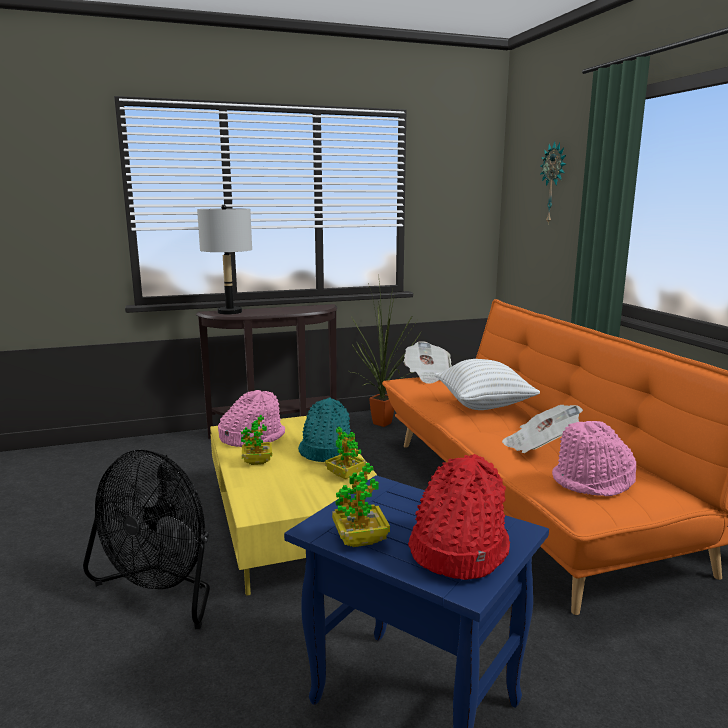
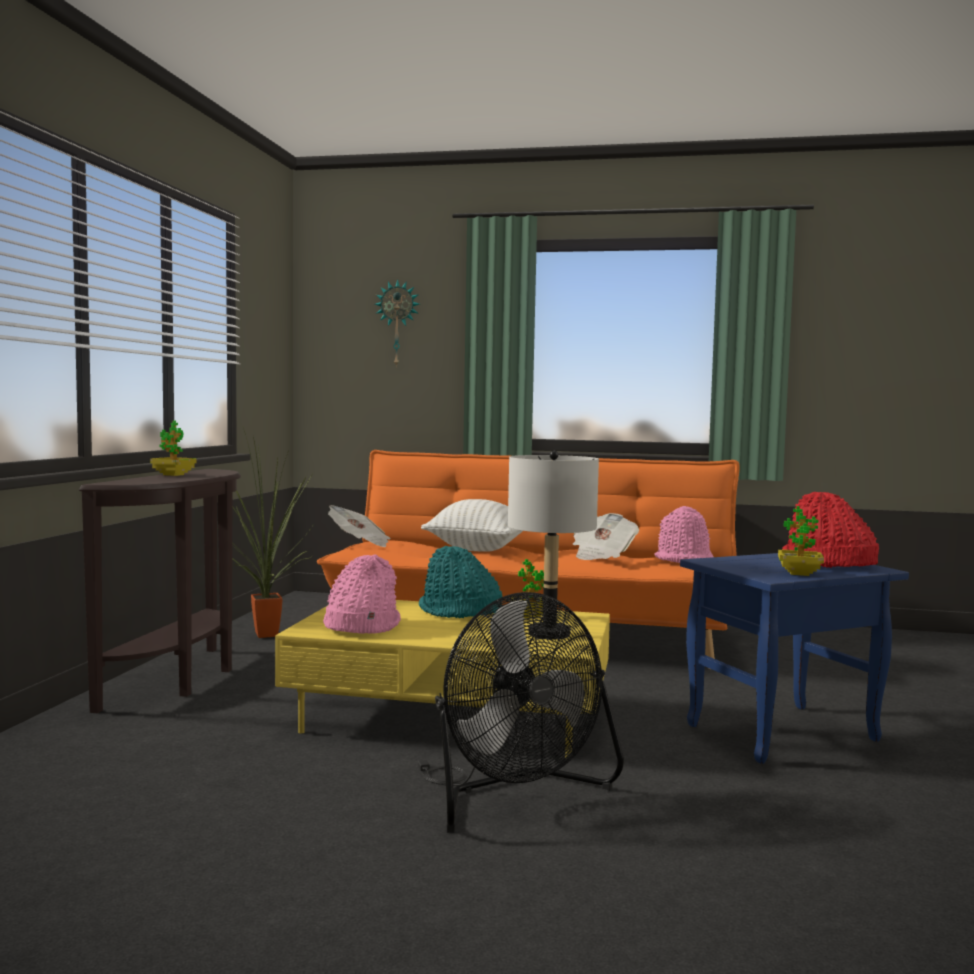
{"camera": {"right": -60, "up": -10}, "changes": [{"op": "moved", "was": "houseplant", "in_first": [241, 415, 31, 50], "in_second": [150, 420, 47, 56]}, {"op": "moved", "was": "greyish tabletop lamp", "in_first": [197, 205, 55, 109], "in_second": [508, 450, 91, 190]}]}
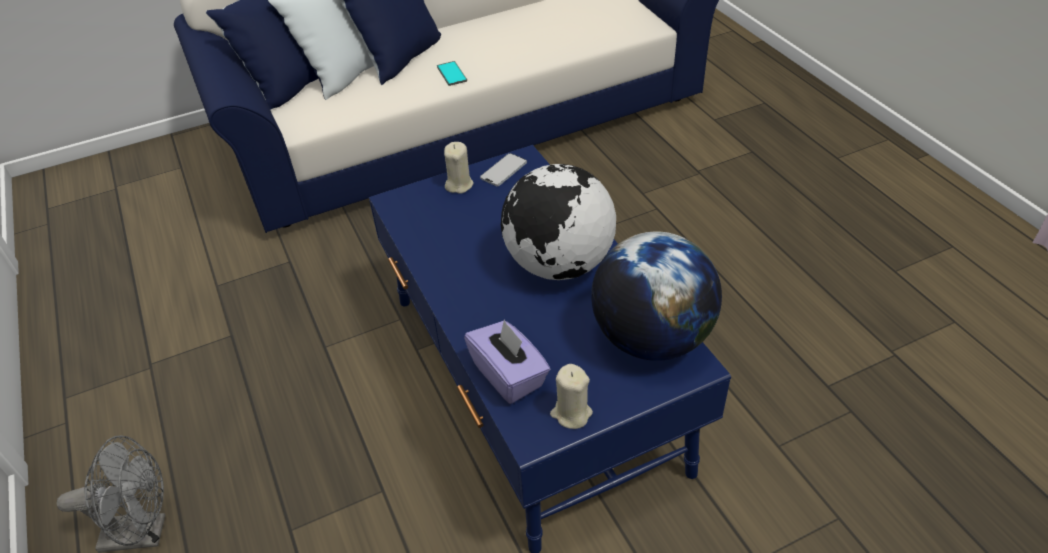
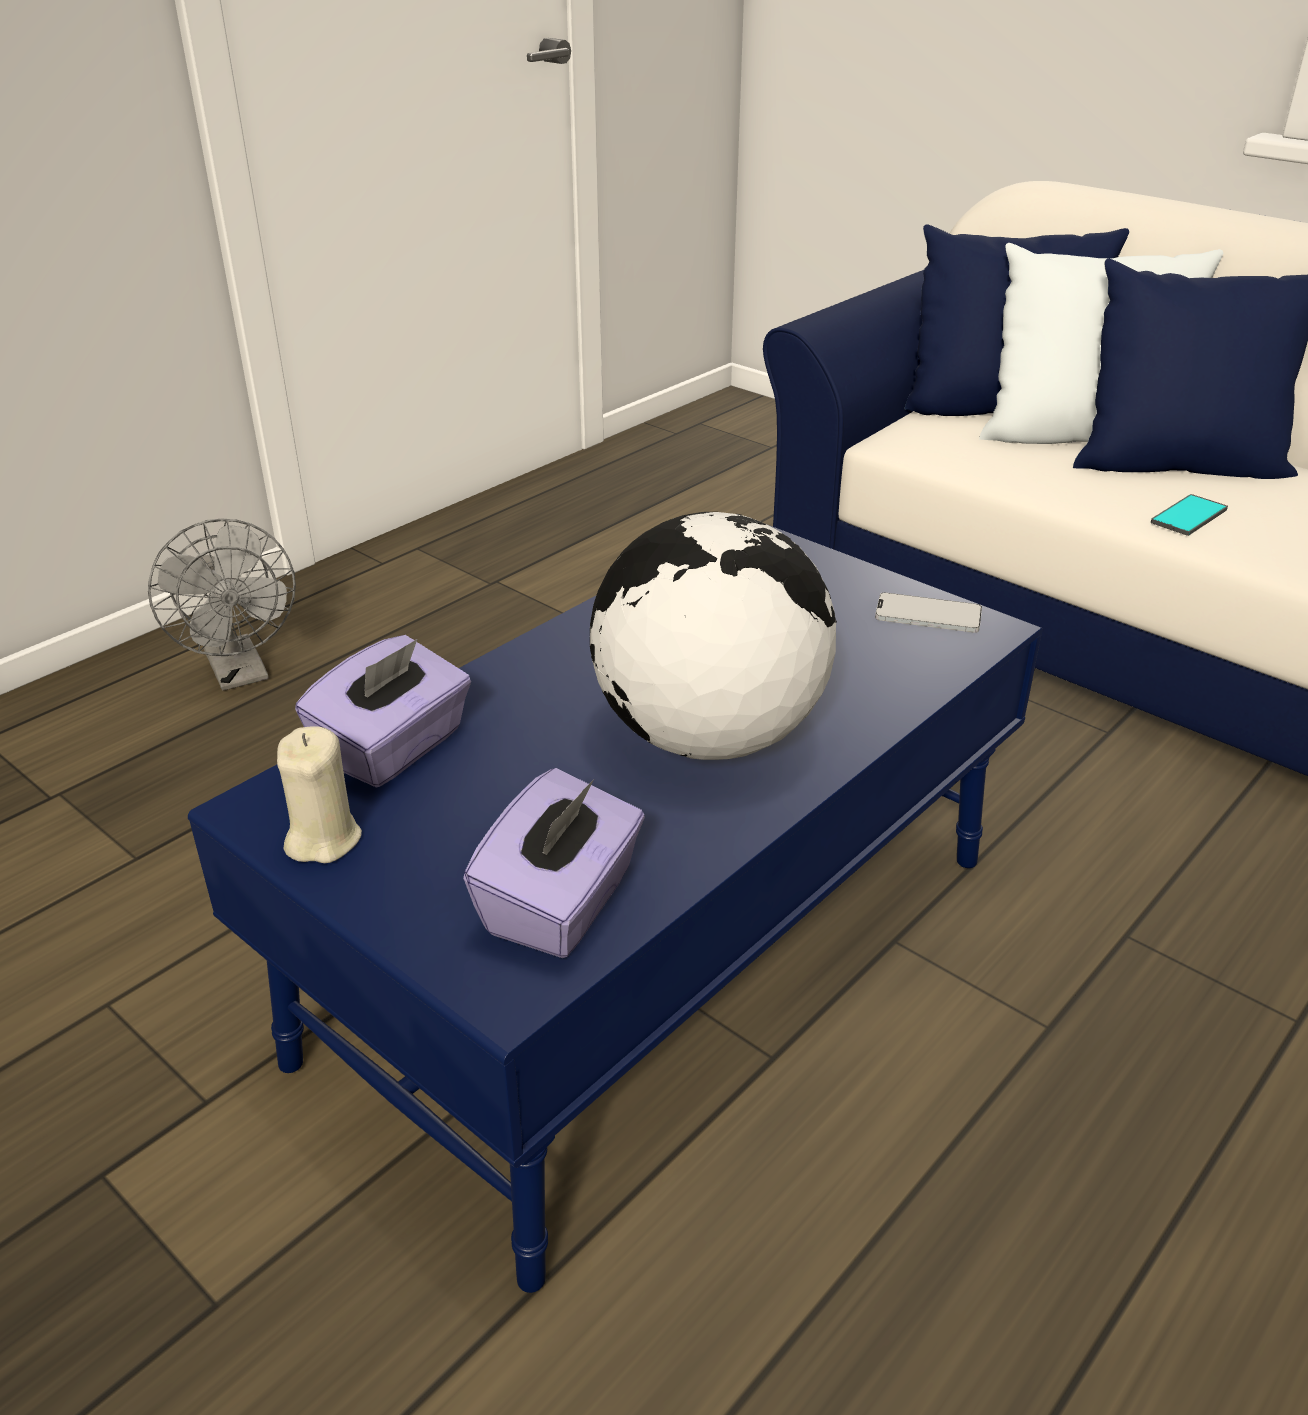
{"camera": {"right": 65, "up": -10}, "changes": [{"op": "replaced", "was": "desk globe", "now": "purple-coloured box of tissues", "in_first": [591, 232, 131, 129], "in_second": [463, 768, 182, 190]}, {"op": "removed", "was": "beige-coloured wax candle", "in_first": [444, 142, 30, 52]}]}
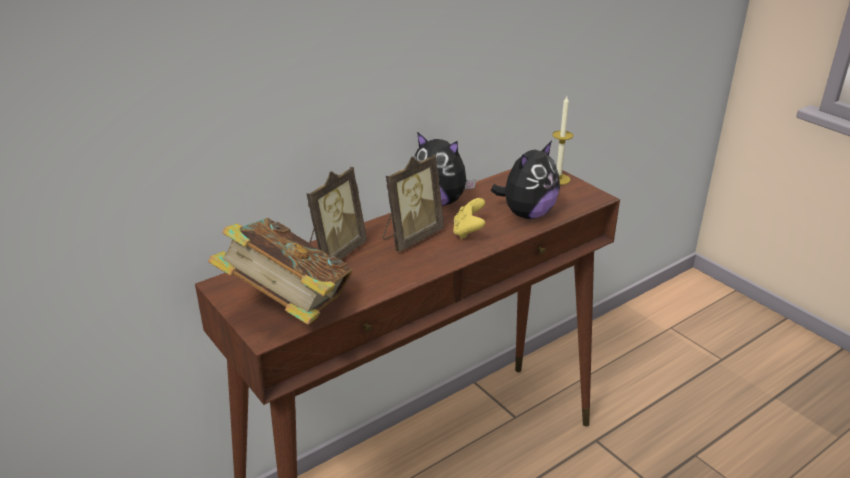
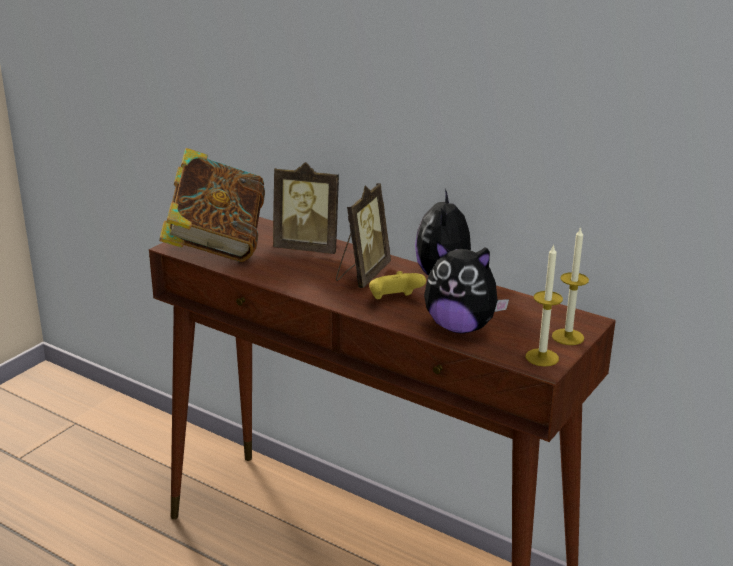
{"camera": {"right": 70, "up": -5}, "changes": [{"op": "turned", "was": "photo frame", "in_first": [383, 154, 61, 98], "in_second": [336, 183, 55, 105], "clockwise": -90}, {"op": "added", "now": "wax candle", "in_second": [526, 244, 37, 123]}]}
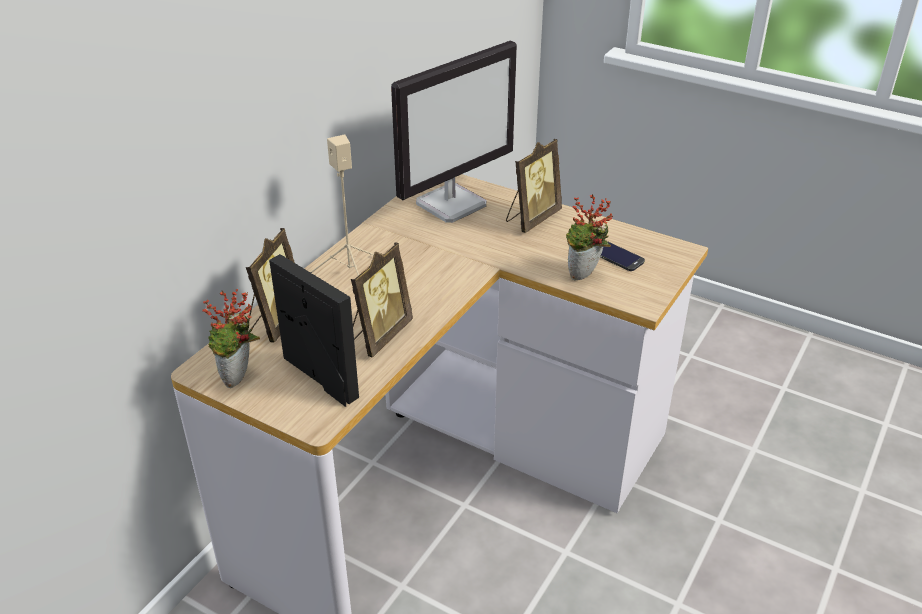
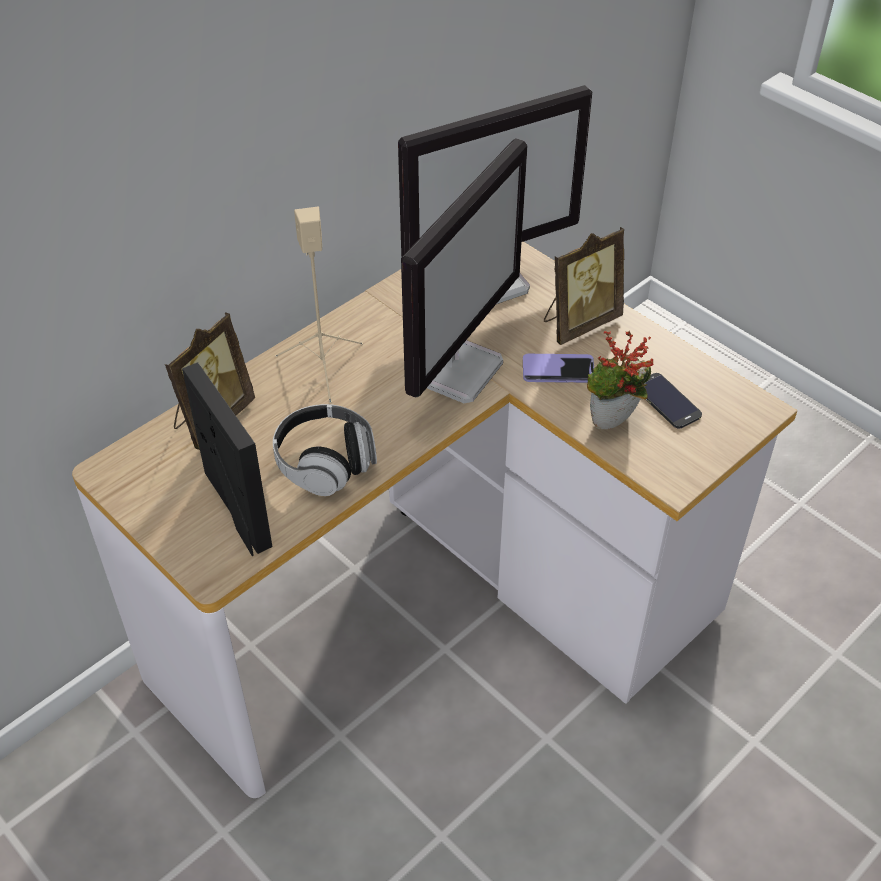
{"camera": {"right": 15, "up": 10}, "changes": [{"op": "replaced", "was": "photo frame", "now": "pair of headphones", "in_first": [351, 242, 62, 116], "in_second": [273, 404, 104, 92]}, {"op": "added", "now": "computer screen", "in_second": [401, 138, 127, 265]}, {"op": "added", "now": "phone", "in_second": [523, 354, 71, 29]}, {"op": "removed", "was": "houseplant", "in_first": [202, 289, 58, 99]}]}
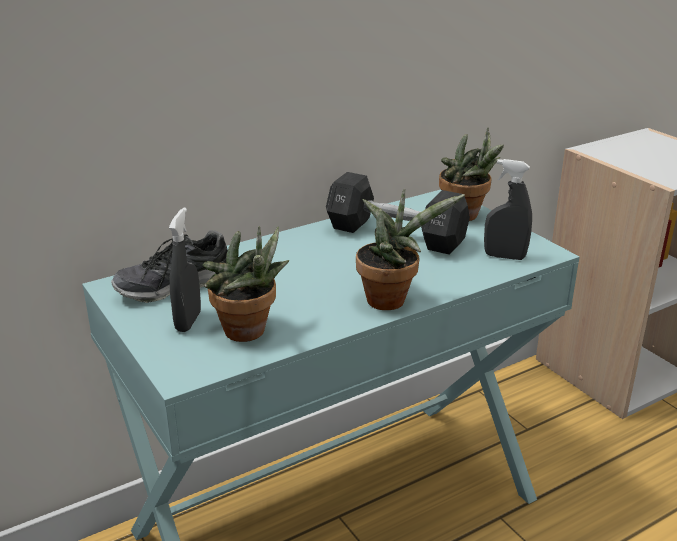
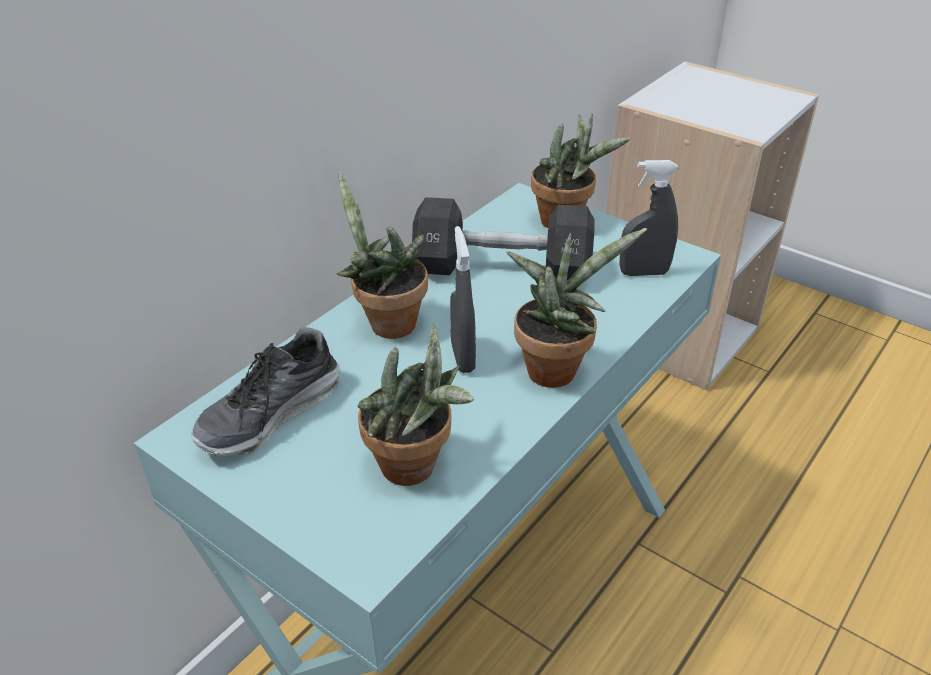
{"camera": {"right": -20, "up": 10}, "changes": [{"op": "added", "now": "houseplant", "in_second": [337, 171, 91, 168]}, {"op": "moved", "was": "greyish spray bottle", "in_first": [169, 207, 32, 125], "in_second": [450, 226, 26, 147]}]}
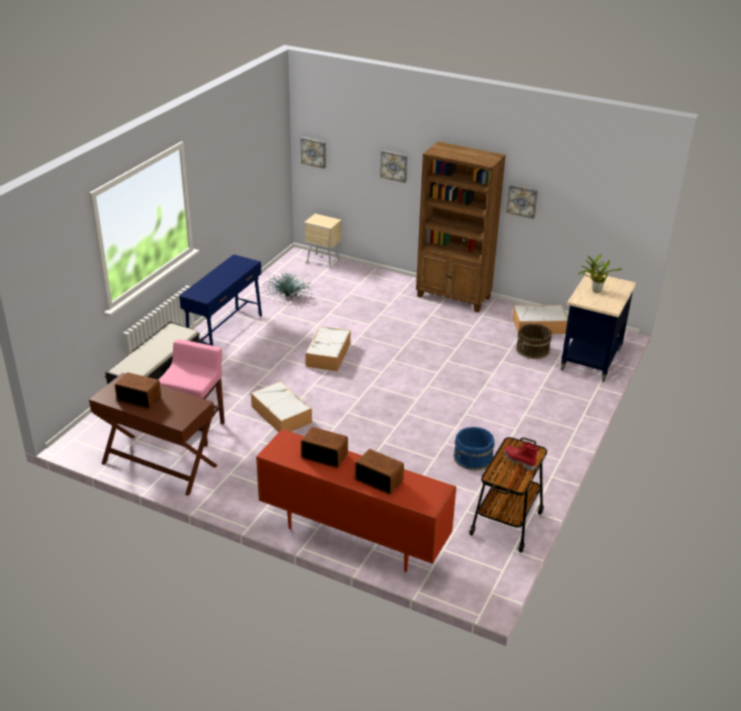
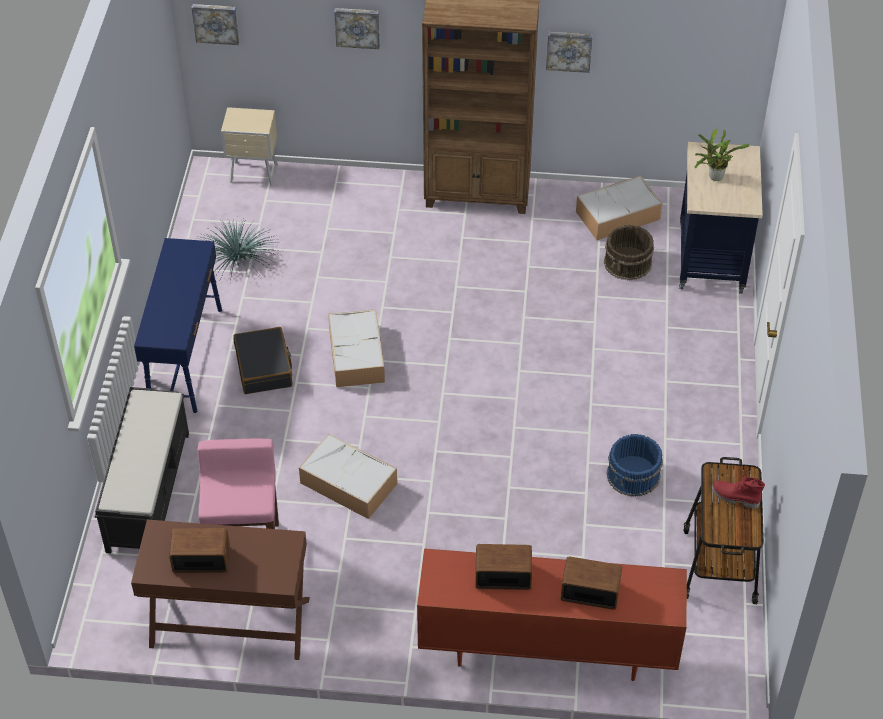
{"camera": {"right": -20, "up": 15}, "changes": [{"op": "added", "now": "blackish piece of luggage", "in_second": [233, 327, 59, 67]}]}
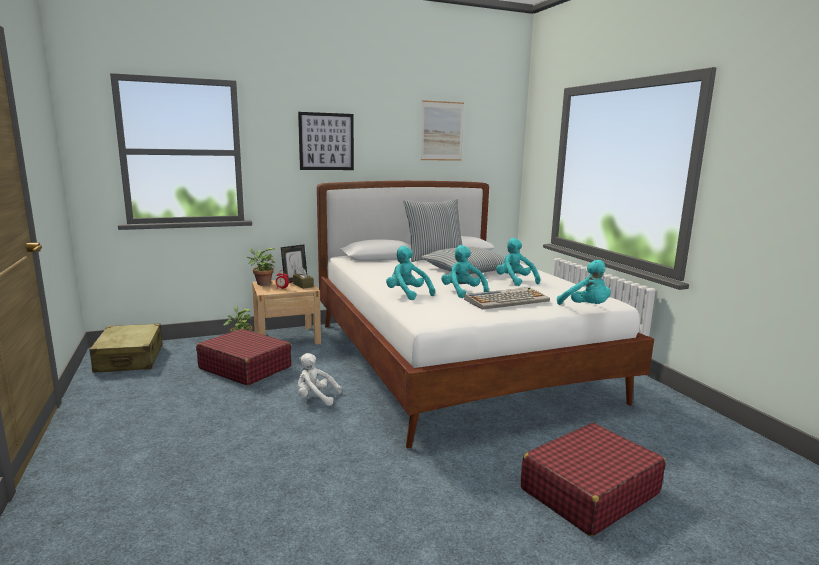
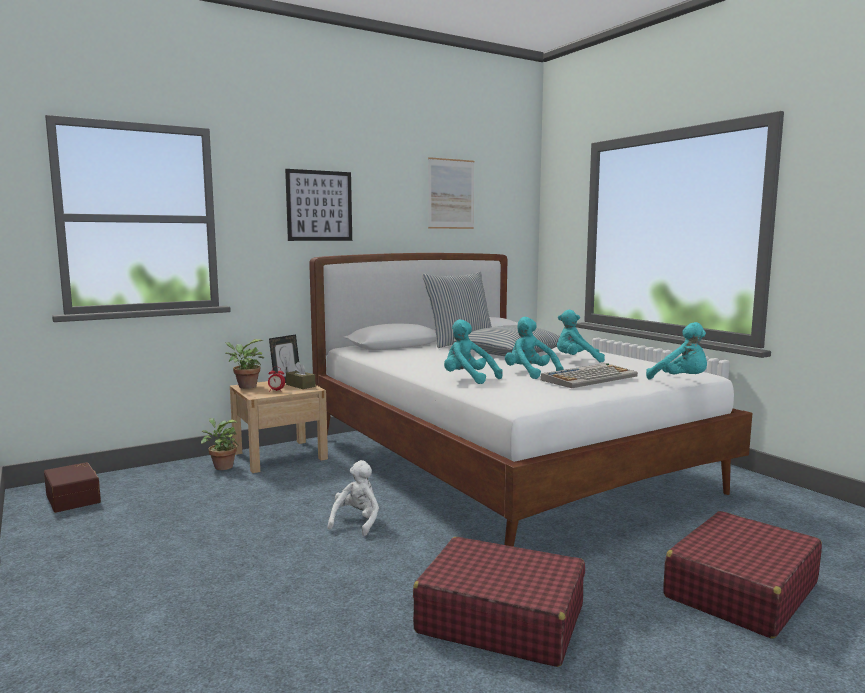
{"camera": {"right": -10, "up": -5}, "changes": [{"op": "replaced", "was": "beige-coloured piece of luggage", "now": "brownish storage container", "in_first": [89, 324, 74, 49], "in_second": [44, 462, 57, 51]}, {"op": "turned", "was": "white-coloured cuddly toy", "in_first": [298, 353, 44, 53], "in_second": [328, 460, 51, 76], "clockwise": 105}, {"op": "moved", "was": "red piece of luggage", "in_first": [196, 329, 96, 57], "in_second": [413, 537, 172, 130]}, {"op": "turned", "was": "turquoise-coloured cuddly toy", "in_first": [496, 238, 44, 48], "in_second": [557, 310, 48, 53], "clockwise": -45}]}
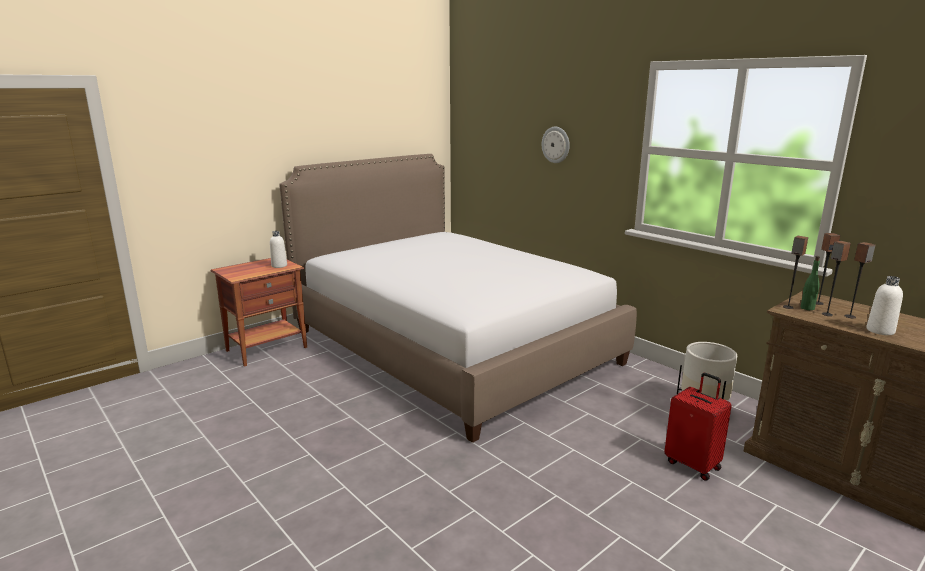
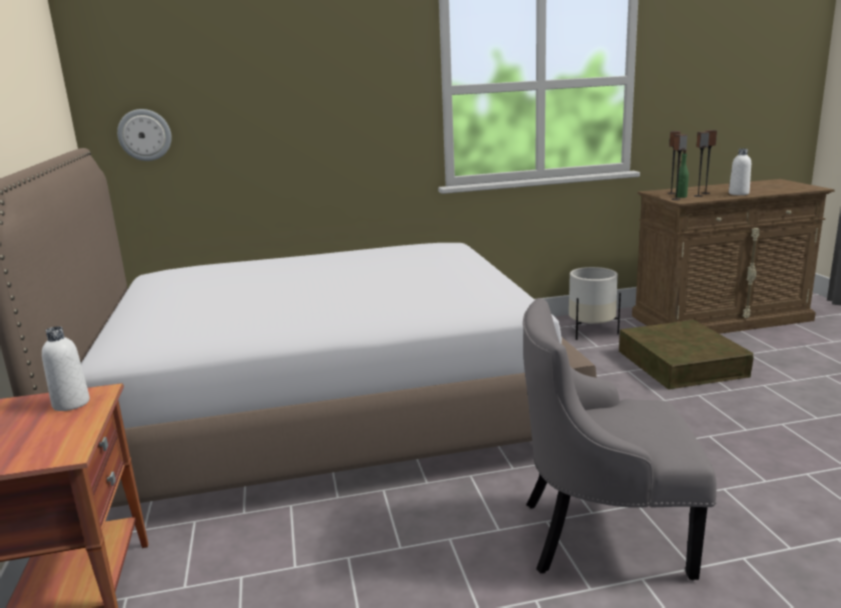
{"camera": {"right": -60, "up": 0}, "changes": [{"op": "moved", "was": "wall clock", "in_first": [542, 126, 28, 37], "in_second": [117, 109, 55, 52]}, {"op": "added", "now": "greyish upright chair", "in_second": [523, 298, 194, 282]}, {"op": "replaced", "was": "red piece of luggage", "now": "brownish storage container", "in_first": [664, 373, 68, 108], "in_second": [619, 320, 135, 70]}]}
